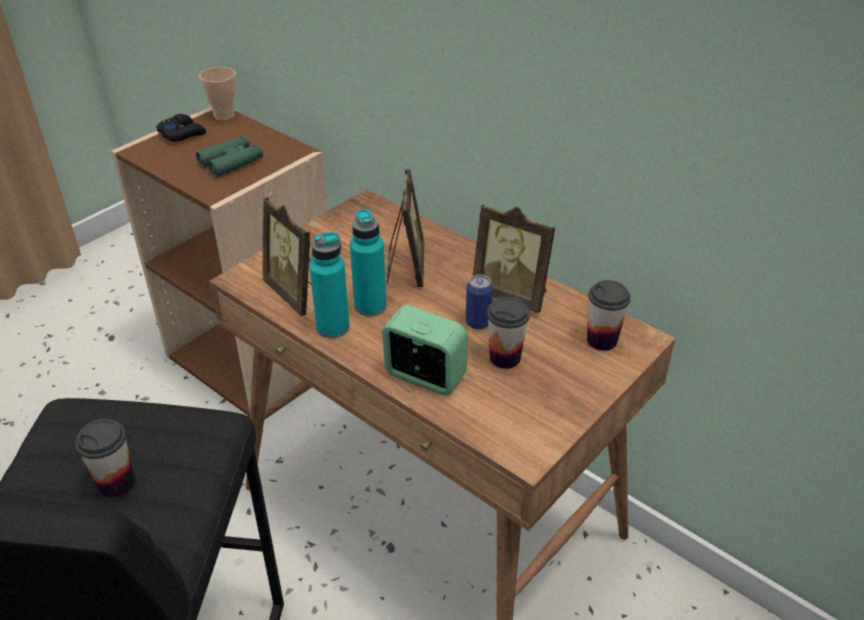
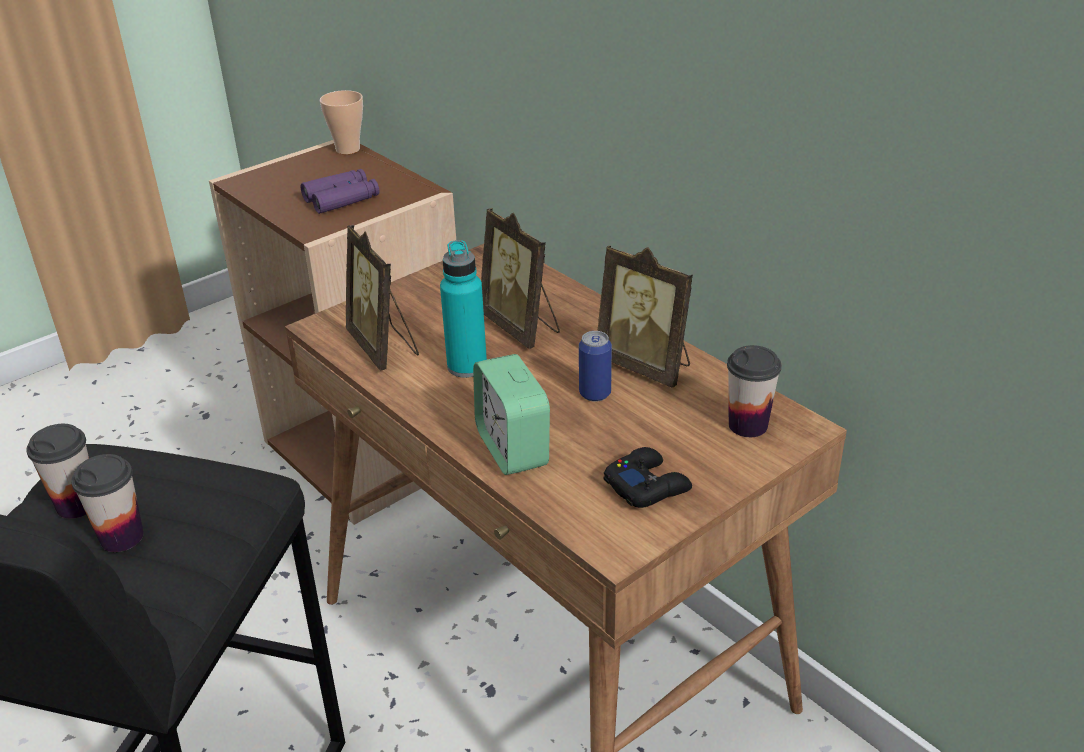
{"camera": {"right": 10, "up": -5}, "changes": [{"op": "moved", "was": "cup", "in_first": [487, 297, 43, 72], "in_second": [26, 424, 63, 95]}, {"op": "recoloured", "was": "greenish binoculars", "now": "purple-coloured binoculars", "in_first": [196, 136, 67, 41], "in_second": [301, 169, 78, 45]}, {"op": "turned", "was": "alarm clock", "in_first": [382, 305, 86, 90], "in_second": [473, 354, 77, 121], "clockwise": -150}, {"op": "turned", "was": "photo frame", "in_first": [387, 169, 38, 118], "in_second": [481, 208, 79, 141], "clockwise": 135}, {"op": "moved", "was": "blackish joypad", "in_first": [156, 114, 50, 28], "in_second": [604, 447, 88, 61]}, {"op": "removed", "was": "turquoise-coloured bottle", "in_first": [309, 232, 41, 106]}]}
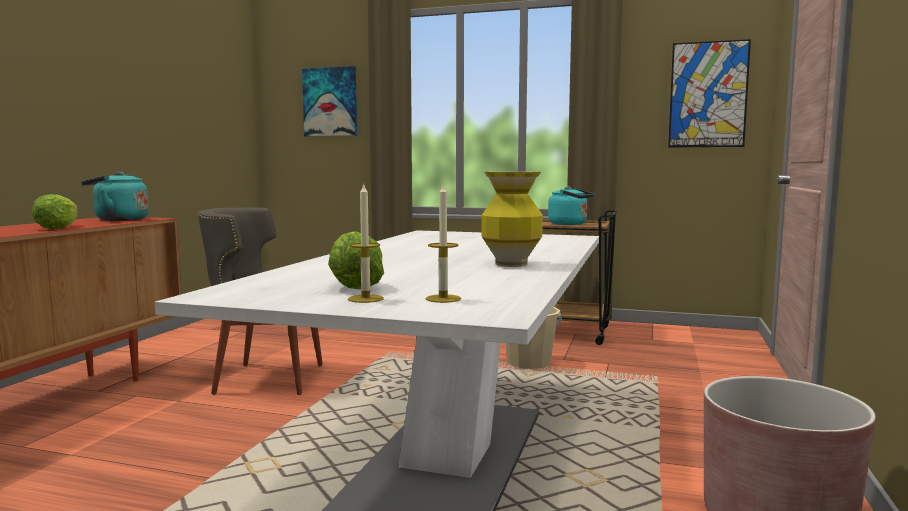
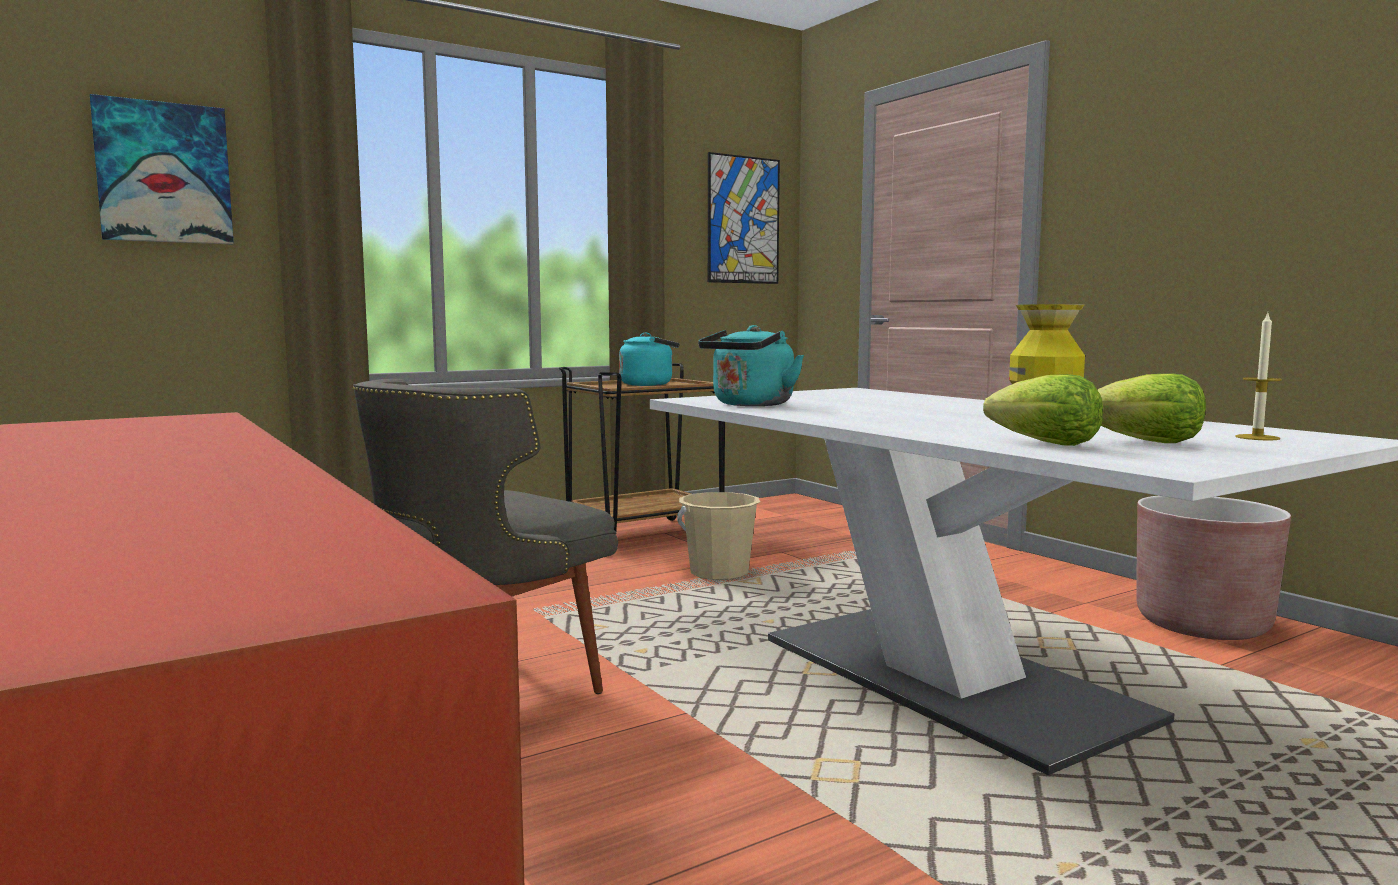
{"camera": {"right": -50, "up": 0}, "changes": [{"op": "moved", "was": "turquoise-coloured tea kettle", "in_first": [81, 172, 68, 49], "in_second": [698, 325, 106, 81]}, {"op": "moved", "was": "lettuce head", "in_first": [31, 194, 47, 35], "in_second": [983, 374, 120, 72]}, {"op": "removed", "was": "wax candle", "in_first": [348, 182, 36, 121]}]}
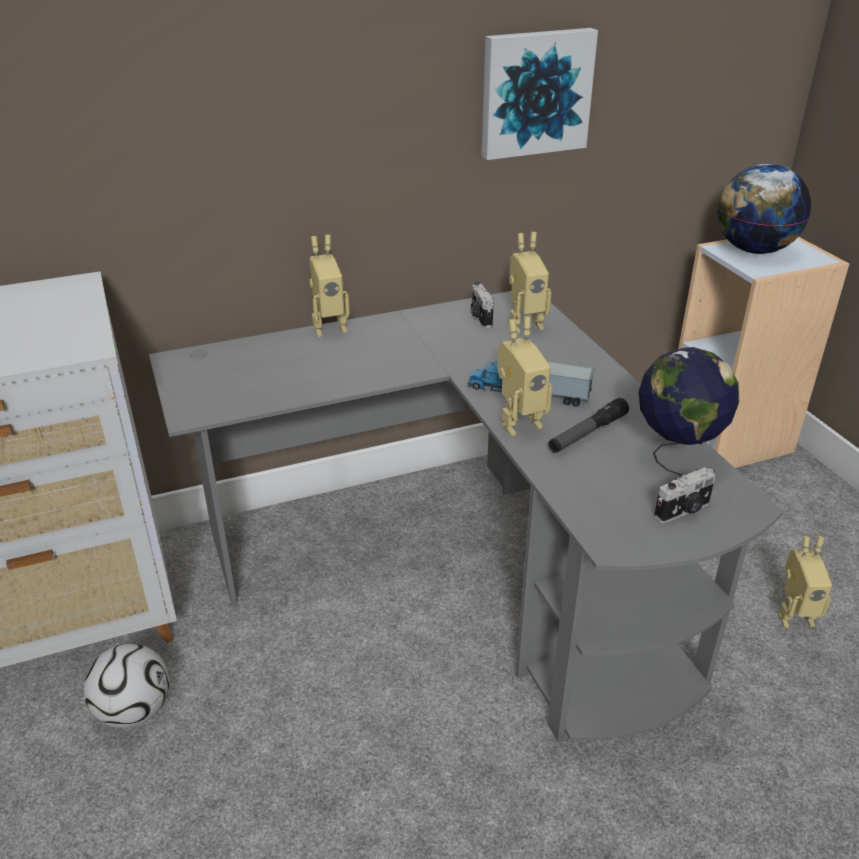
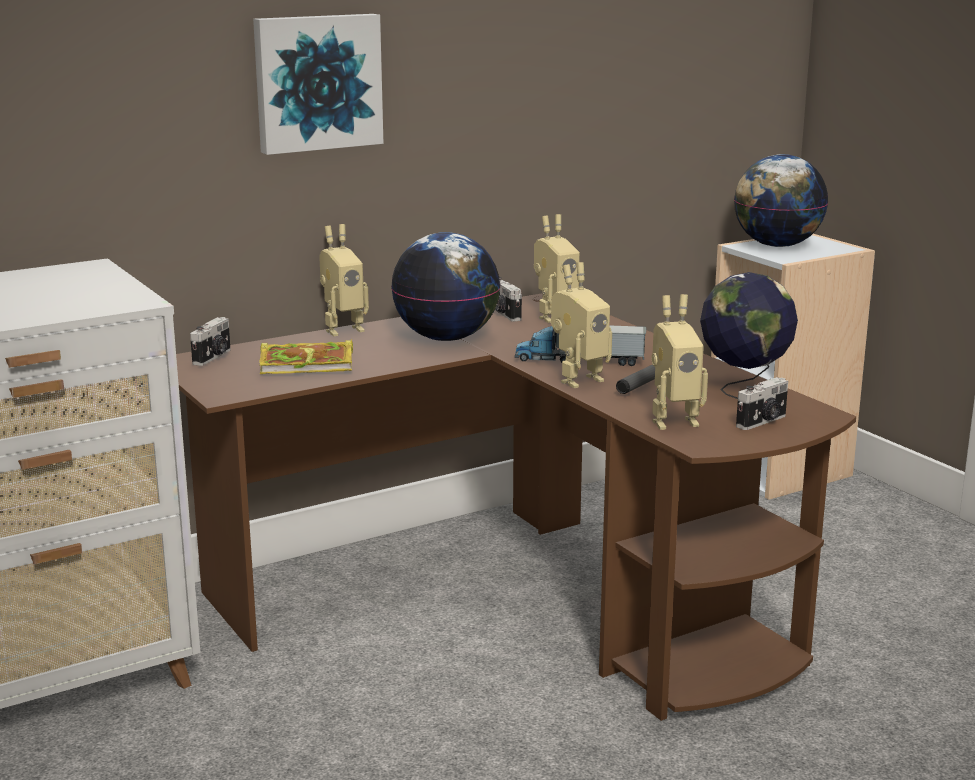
{"camera": {"right": -10, "up": -15}, "changes": [{"op": "recoloured", "was": "greyish desk unit", "now": "brownish desk unit", "in_first": [149, 291, 634, 450], "in_second": [176, 293, 680, 428]}, {"op": "added", "now": "still camera", "in_second": [190, 317, 40, 49]}, {"op": "moved", "was": "wall art", "in_first": [481, 28, 117, 132], "in_second": [253, 14, 131, 141]}, {"op": "added", "now": "bound book", "in_second": [259, 339, 94, 35]}, {"op": "added", "now": "desk globe", "in_second": [391, 232, 109, 109]}, {"op": "moved", "was": "robot figure", "in_first": [778, 536, 54, 92], "in_second": [651, 294, 57, 136]}, {"op": "removed", "was": "ball for football", "in_first": [84, 643, 85, 85]}]}
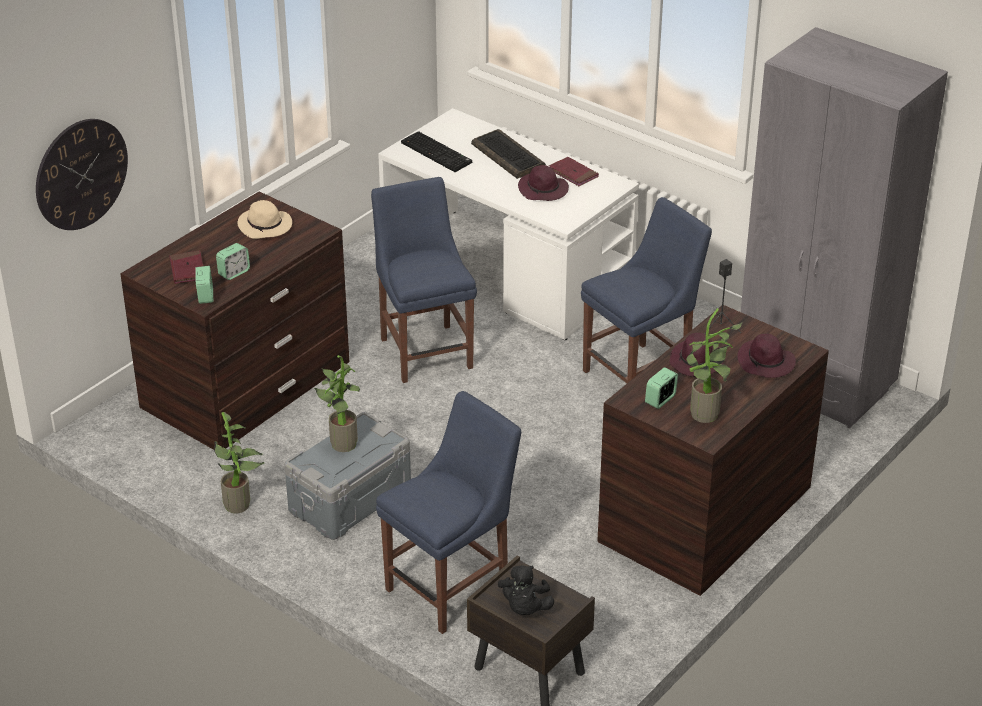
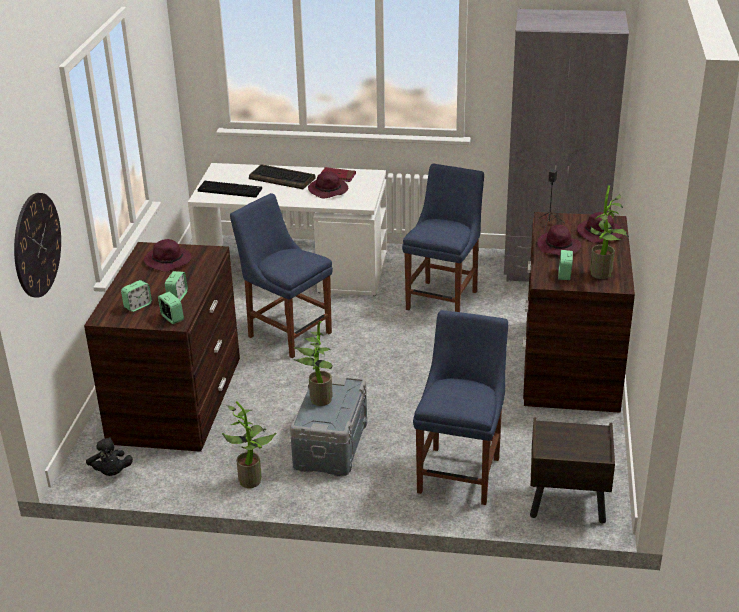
{"camera": {"right": -30, "up": -5}, "changes": [{"op": "moved", "was": "blackish cuddly toy", "in_first": [498, 565, 56, 50], "in_second": [86, 437, 47, 39]}, {"op": "replaced", "was": "red bound book", "now": "alarm clock", "in_first": [170, 250, 33, 34], "in_second": [121, 280, 31, 32]}, {"op": "recoloured", "was": "beige-coloured hat", "now": "purple-coloured hat", "in_first": [237, 200, 55, 39], "in_second": [144, 239, 47, 33]}]}
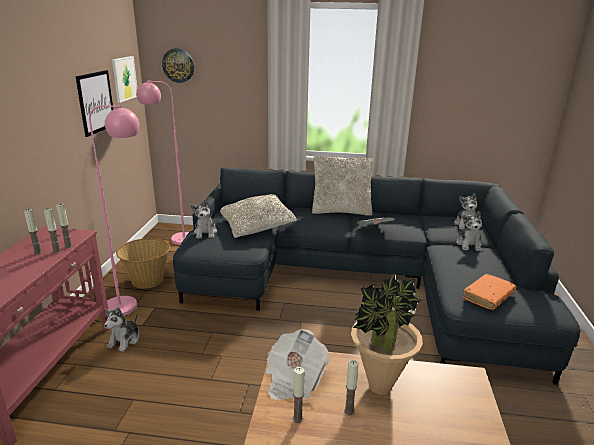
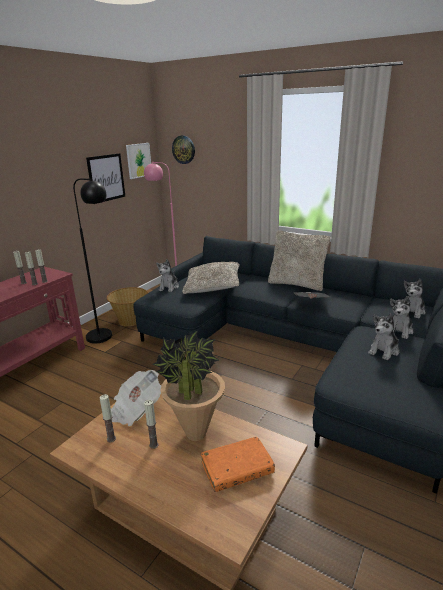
{"camera": {"right": 25, "up": 0}, "changes": [{"op": "recoloured", "was": "pinkish floor lamp", "now": "blackish floor lamp", "in_first": [89, 105, 50, 211], "in_second": [73, 178, 39, 166]}, {"op": "moved", "was": "orange-coloured bound book", "in_first": [462, 274, 54, 36], "in_second": [201, 437, 74, 55]}, {"op": "moved", "was": "cuddly toy", "in_first": [104, 307, 35, 45], "in_second": [368, 314, 32, 46]}]}
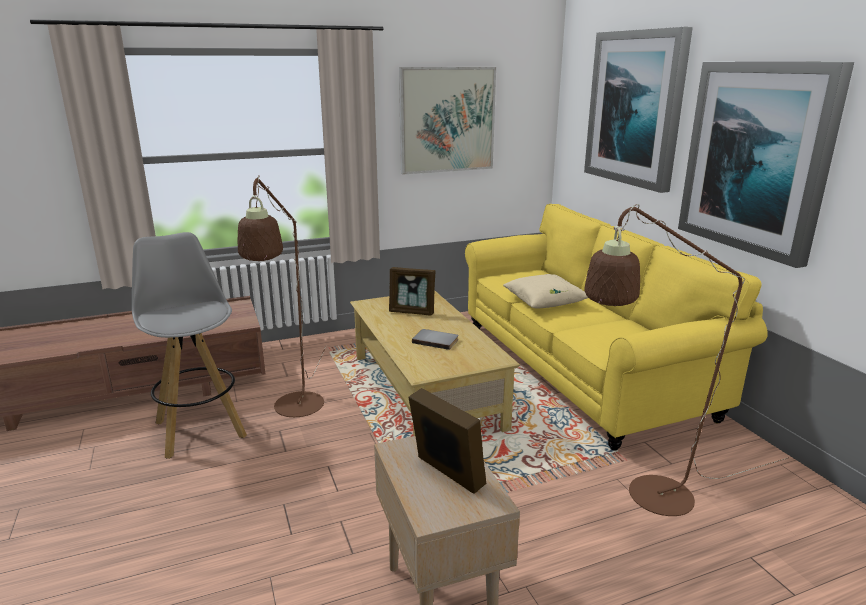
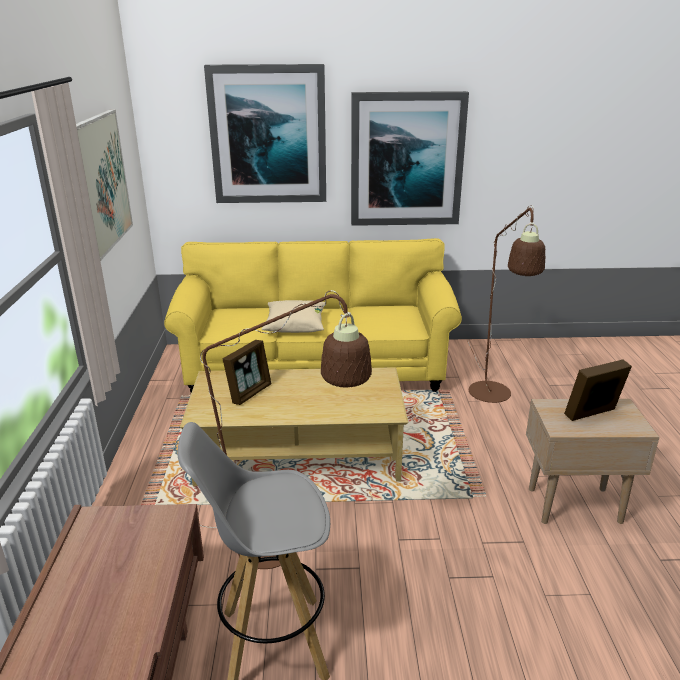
{"camera": {"right": -70, "up": 5}, "changes": [{"op": "removed", "was": "greyish bound book", "in_first": [412, 329, 47, 21]}]}
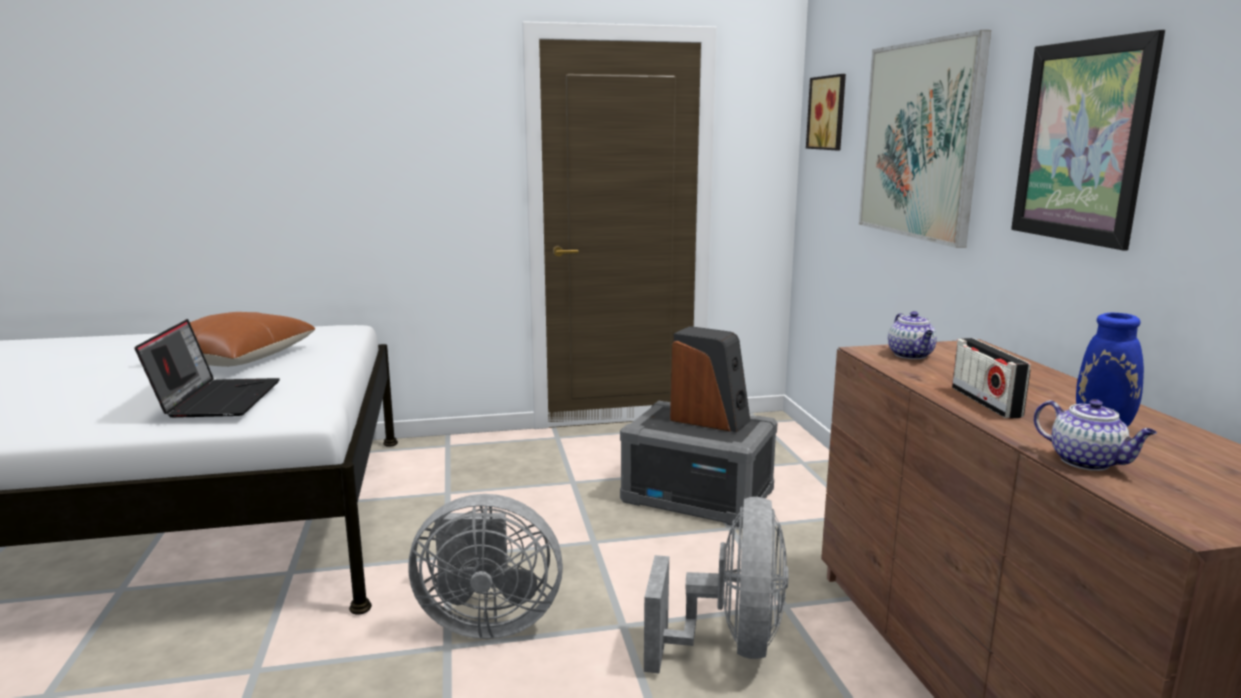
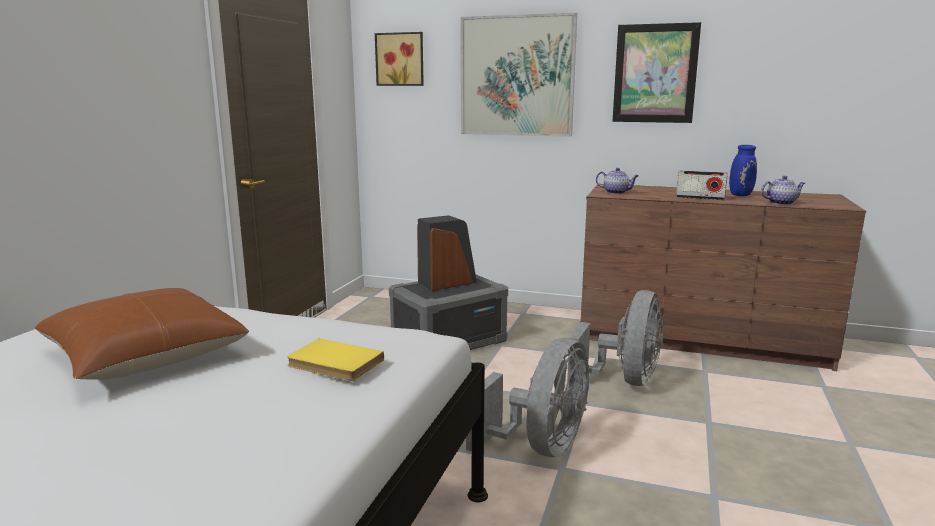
{"camera": {"right": -60, "up": 0}, "changes": [{"op": "replaced", "was": "portable computer", "now": "yellow-coloured bound book", "in_first": [135, 319, 145, 99], "in_second": [287, 339, 97, 42]}, {"op": "turned", "was": "greyish fan", "in_first": [644, 497, 145, 177], "in_second": [567, 290, 96, 96], "clockwise": 75}]}
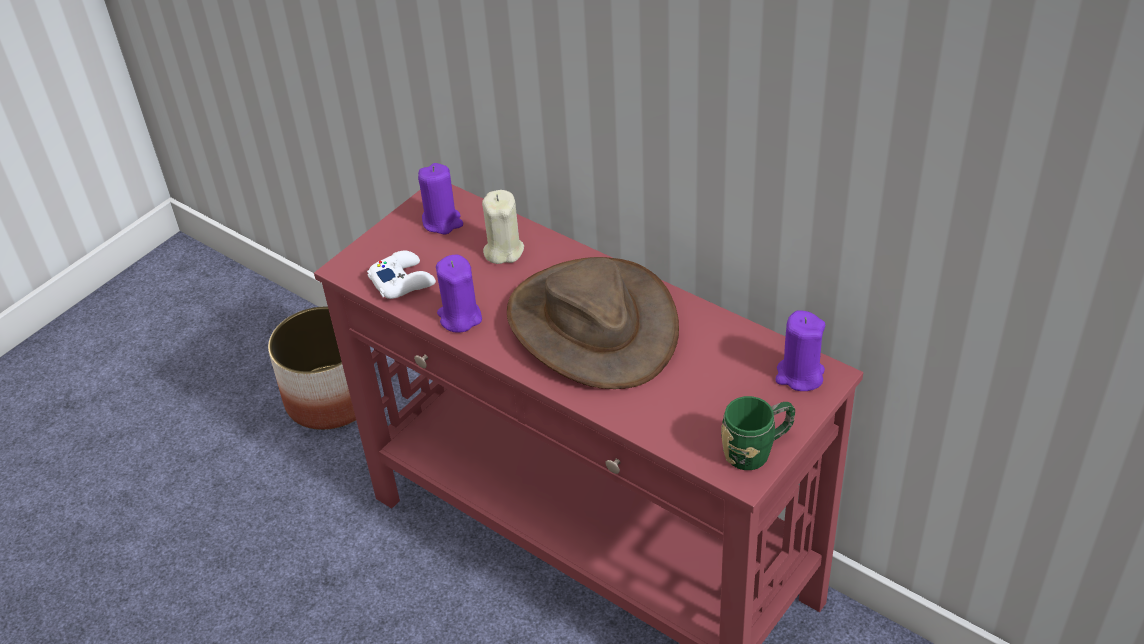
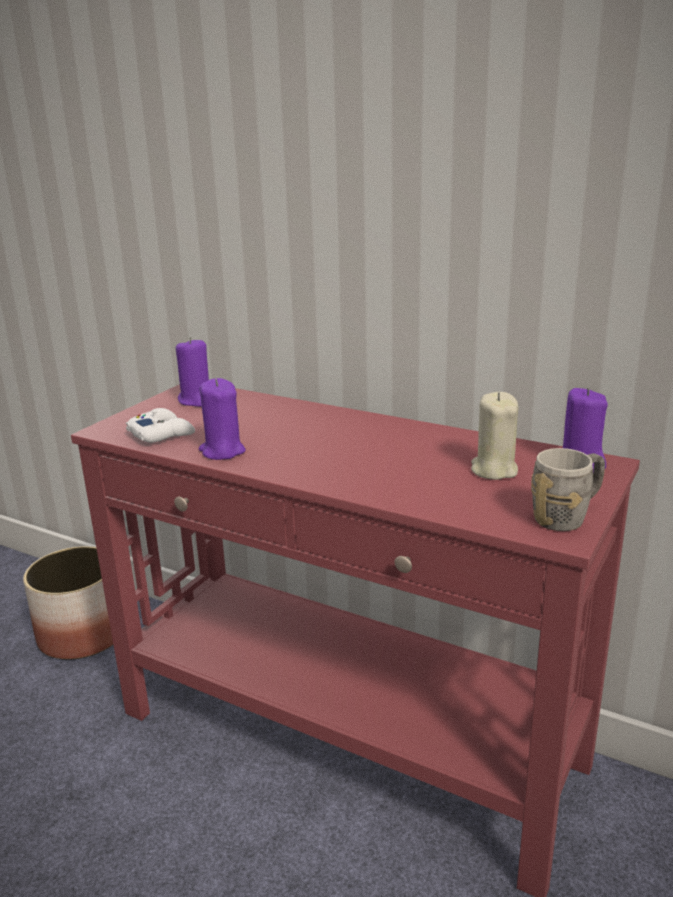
{"camera": {"right": -10, "up": -20}, "changes": [{"op": "moved", "was": "beige-coloured wax candle", "in_first": [482, 190, 42, 74], "in_second": [471, 392, 48, 88]}, {"op": "recoloured", "was": "greenish mug", "now": "greyish mug", "in_first": [721, 396, 74, 74], "in_second": [531, 448, 74, 83]}, {"op": "removed", "was": "brownish hat", "in_first": [507, 257, 172, 132]}]}
